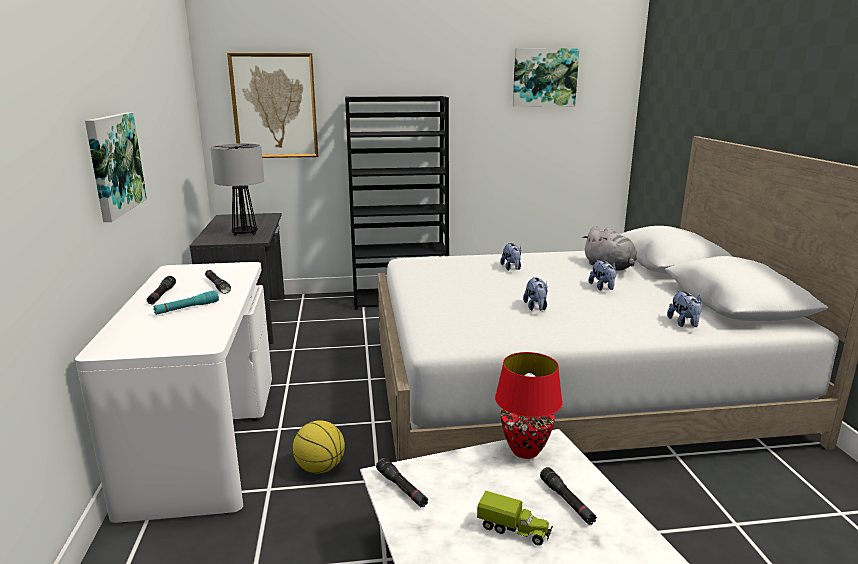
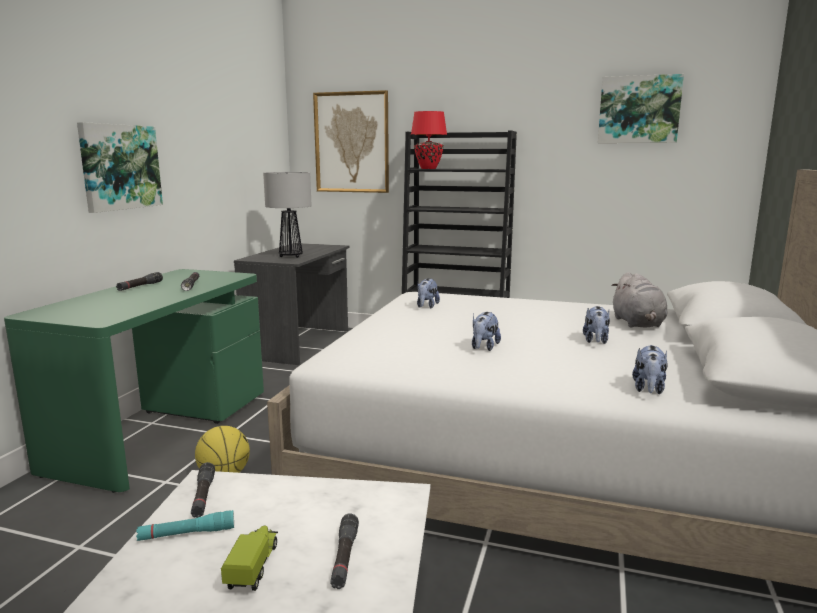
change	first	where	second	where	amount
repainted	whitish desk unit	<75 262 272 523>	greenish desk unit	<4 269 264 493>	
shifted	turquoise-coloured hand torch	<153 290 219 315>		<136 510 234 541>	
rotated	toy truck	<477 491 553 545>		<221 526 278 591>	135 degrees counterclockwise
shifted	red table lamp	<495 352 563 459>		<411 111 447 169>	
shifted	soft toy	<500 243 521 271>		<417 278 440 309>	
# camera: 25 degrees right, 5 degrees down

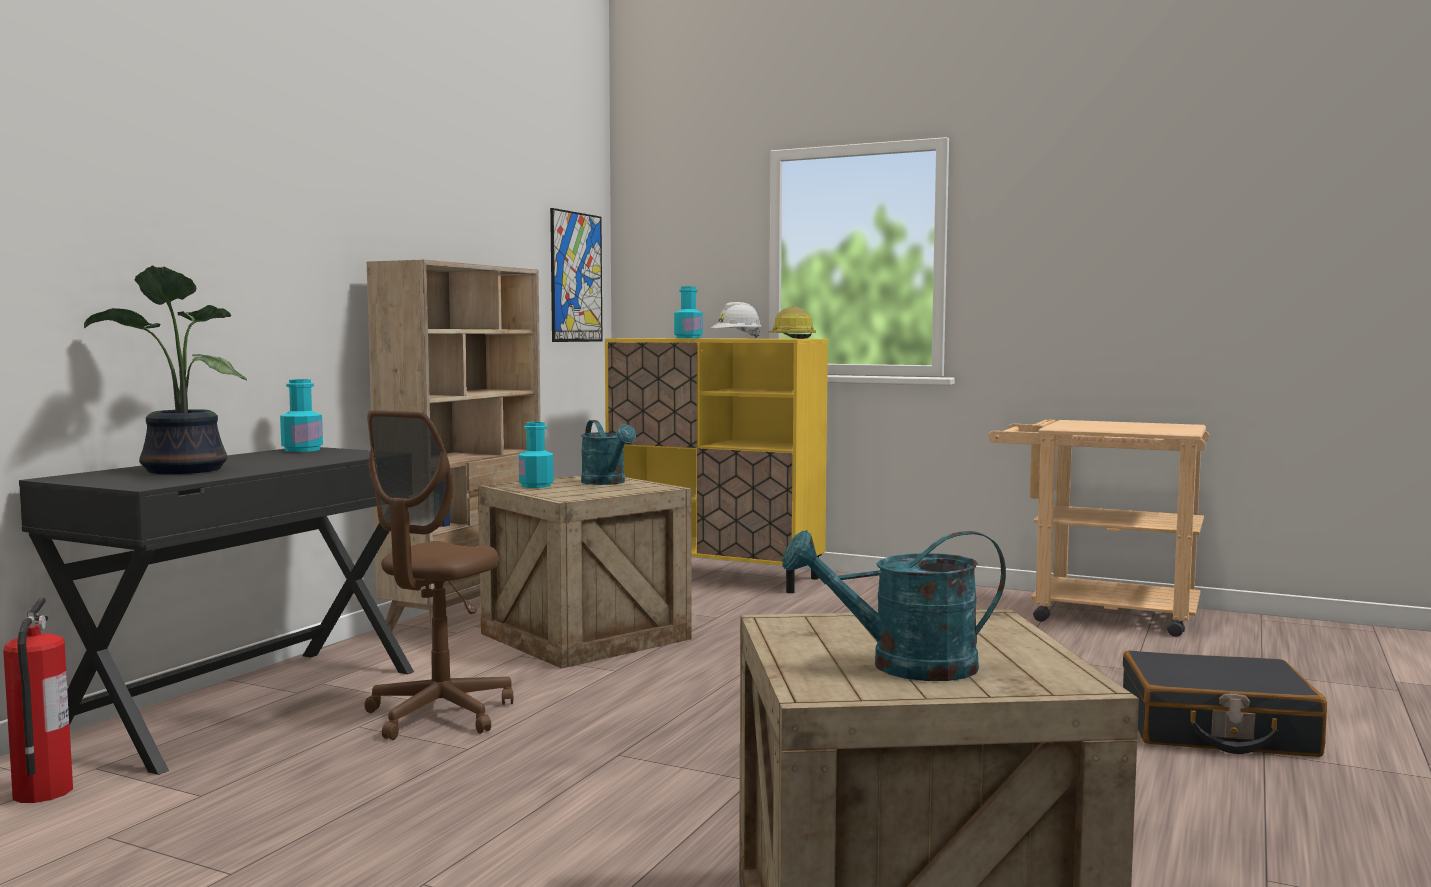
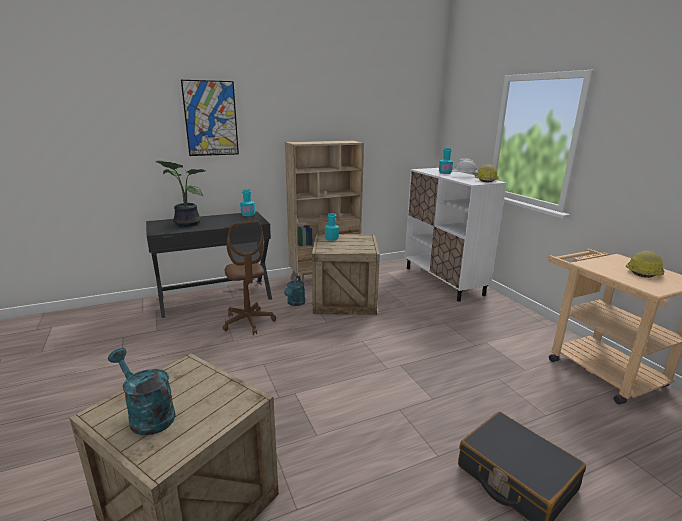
change	first	where	second	where	amount
shifted	wall picture	<550 208 602 342>		<181 80 239 156>	
rotated	brownish desk chair	<365 410 513 740>		<223 221 276 335>	90 degrees counterclockwise
shifted	turquoise-coloured sprinkling can	<581 420 636 485>		<284 276 305 306>	
repainted	yellowish cabinet	<605 338 828 593>	whitish cabinet	<405 168 507 302>	
new			safety helmet	<626 250 665 278>	
gone	extinguisher	<3 597 73 803>			
# camera: 40 degrees right, 15 degrees up

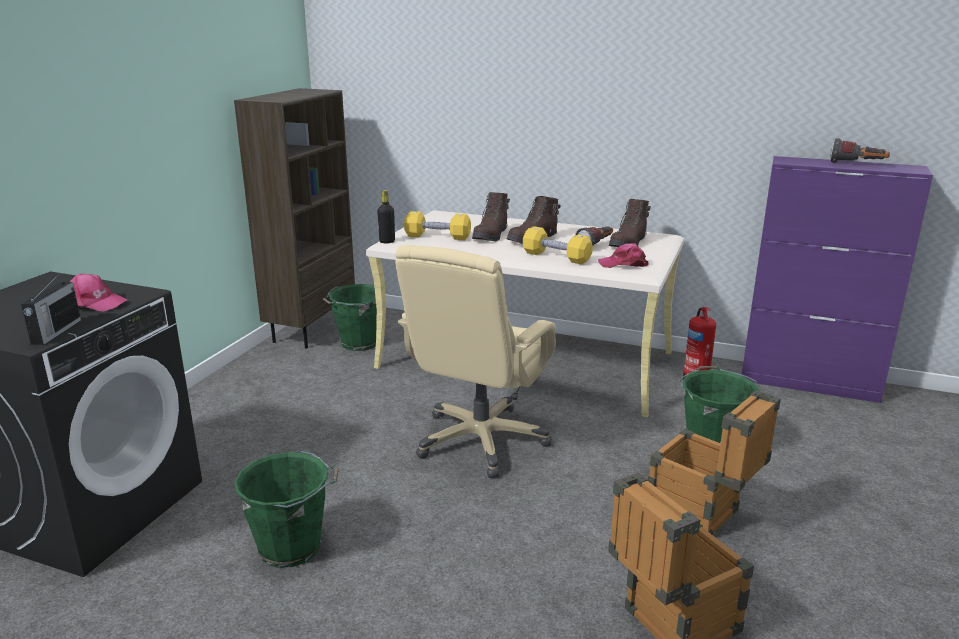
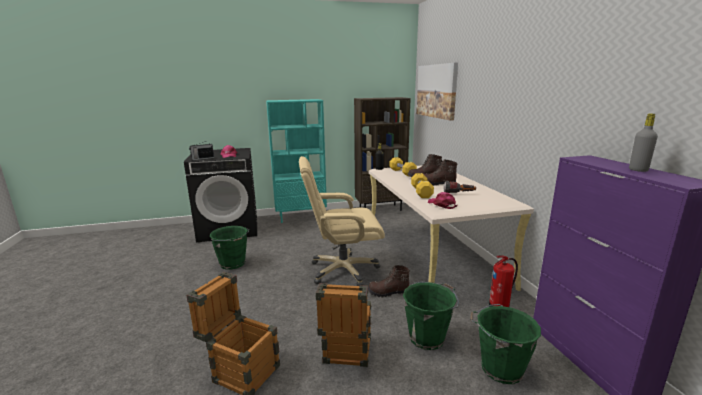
change	first	where	second	where	amount
new			turquoise-coloured shelving unit	<266 99 327 223>	
shifted	brownish high-top boot	<608 199 651 247>		<368 265 410 298>	
new			wall picture	<417 63 458 121>	
shifted	greenish water bucket	<323 284 377 351>		<470 304 541 384>	
swapped	hand torch	<830 138 890 163>	greyish drink bottle	<629 114 658 172>	
# camera: 55 degrees right, 5 degrees down

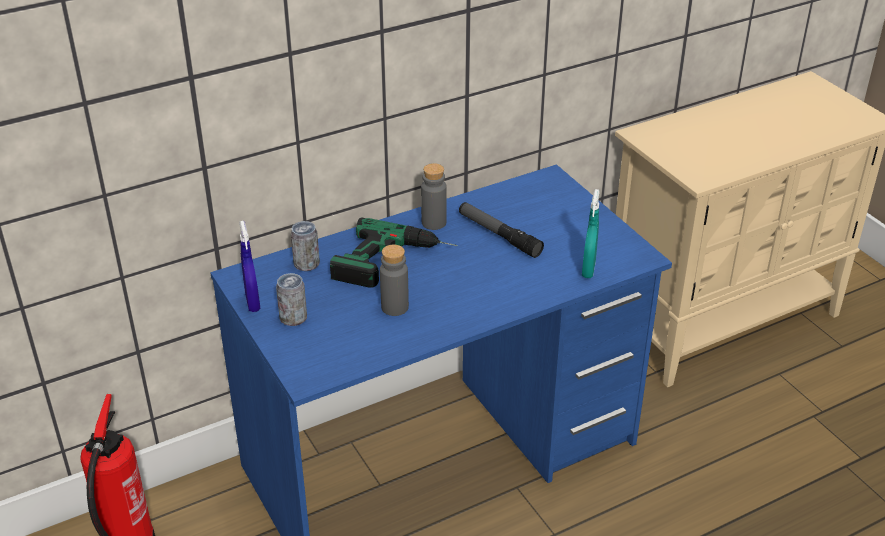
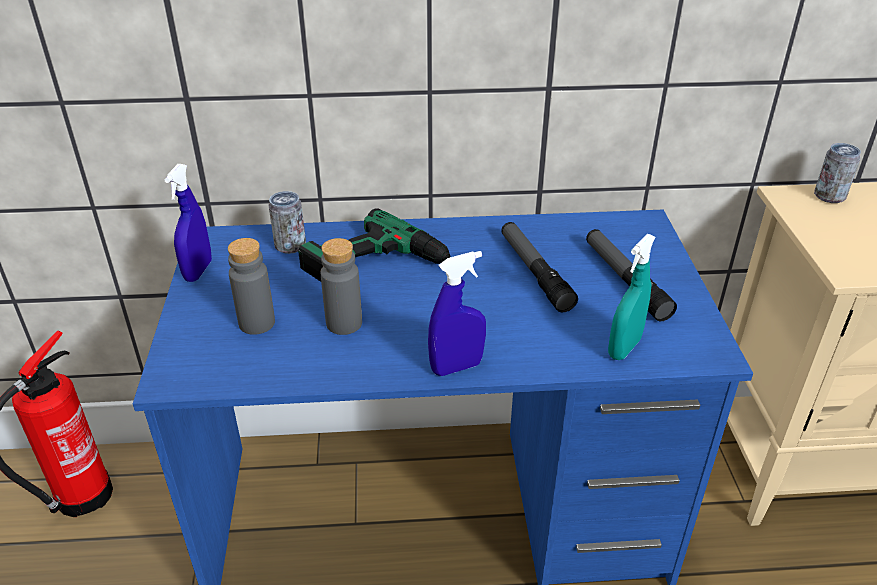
change	first	where	second	where	amount
shifted	greyish drink bottle	<421 163 447 230>		<228 238 275 335>	
new			blue sprayer	<428 251 486 376>	
new			hand torch	<586 229 677 322>	
shifted	sealed can	<276 273 307 326>		<814 143 861 203>	
# camera: 25 degrees right, 0 degrees up

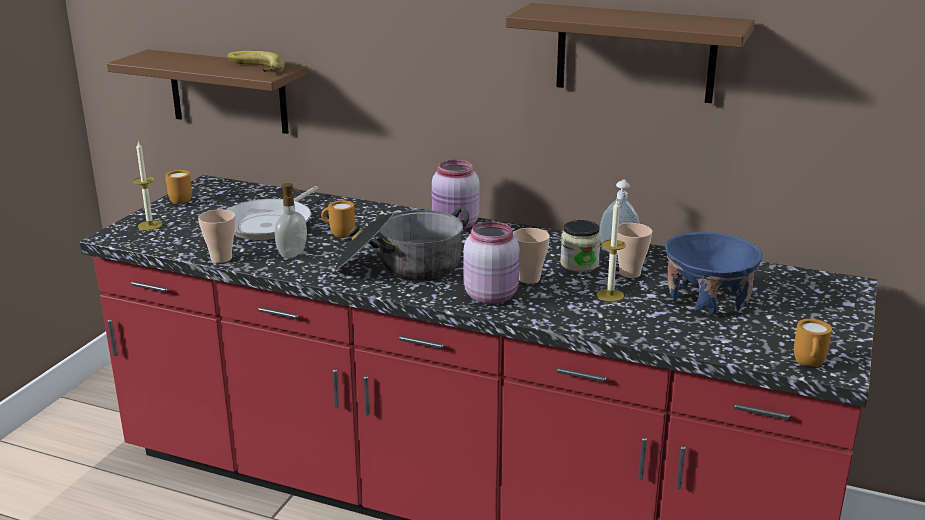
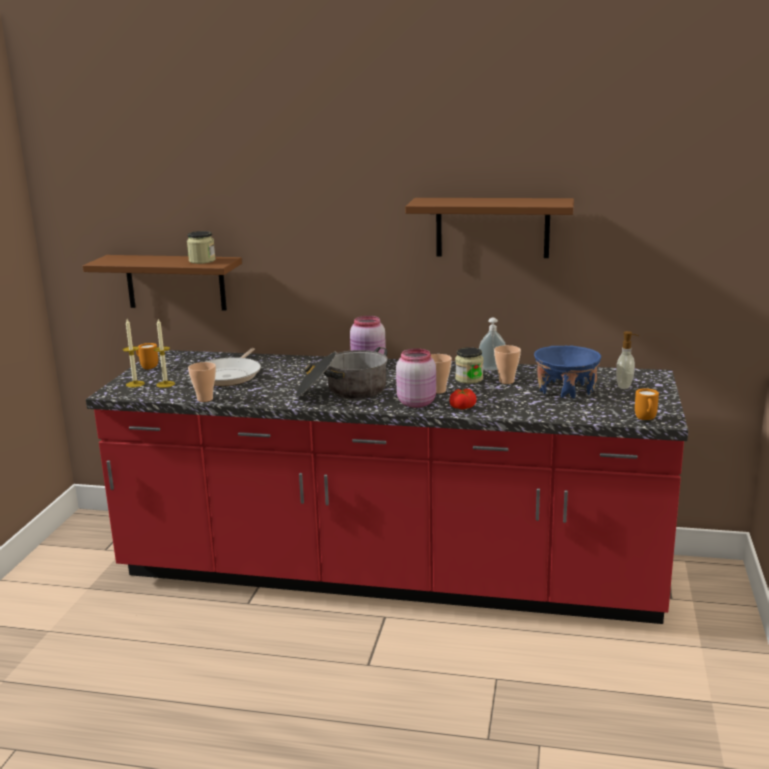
change	first	where	second	where	amount
shifted	candle	<597 201 626 302>		<154 319 175 388>	
swapped	banana	<227 51 285 72>	preserve jar	<187 231 216 264>	
new			fresh tomato	<450 389 477 410>	
shifted	liquid soap bottle	<275 183 307 258>		<616 331 639 389>	
gone	orange-coloured coffee mug	<321 201 355 238>			
# camera: 10 degrees left, 5 degrees down

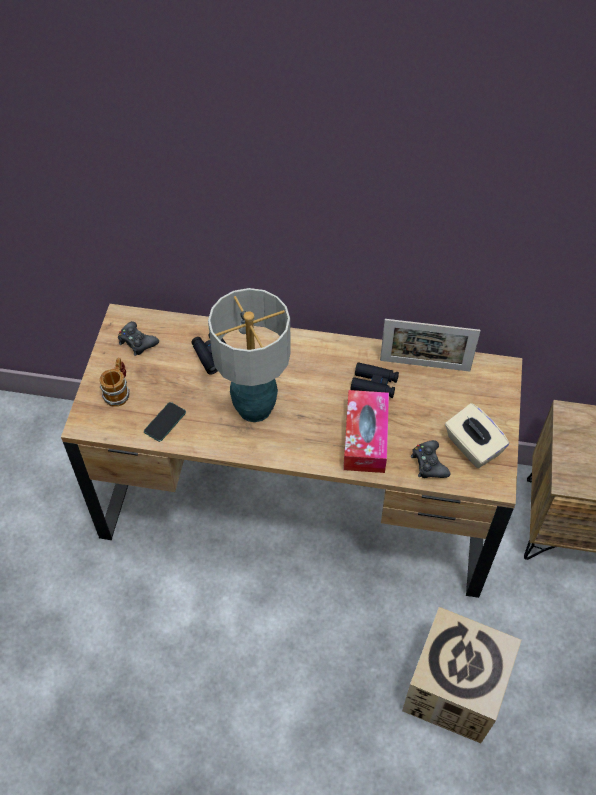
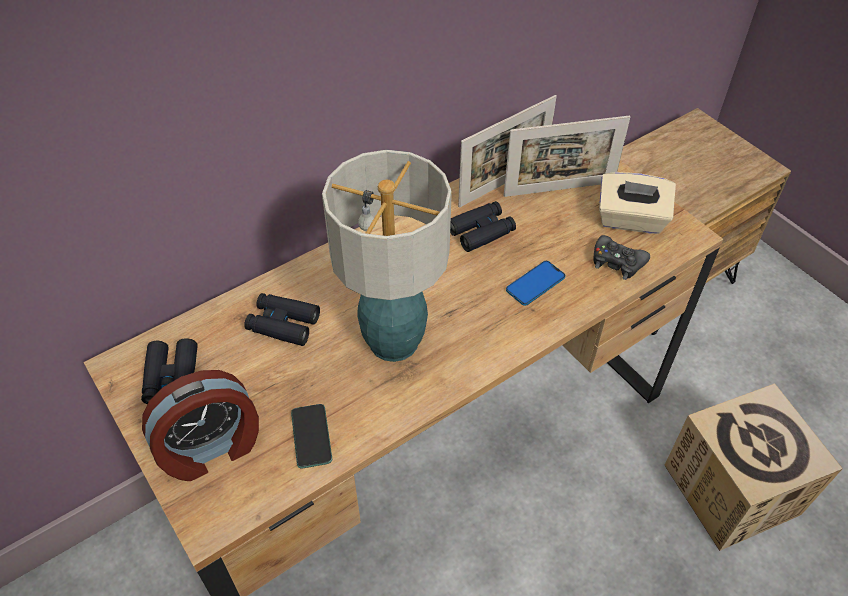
change	first	where	second	where	amount
swapped	blackish gamepad	<118 321 159 356>	blackish pair of binoculars	<141 338 198 404>	
swapped	coffee mug	<100 358 130 407>	table clock	<142 370 259 481>	
new			picture frame	<504 115 630 197>	
swapped	tissue holder	<343 390 389 473>	phone	<506 261 565 306>	
# camera: 45 degrees left, 5 degrees down

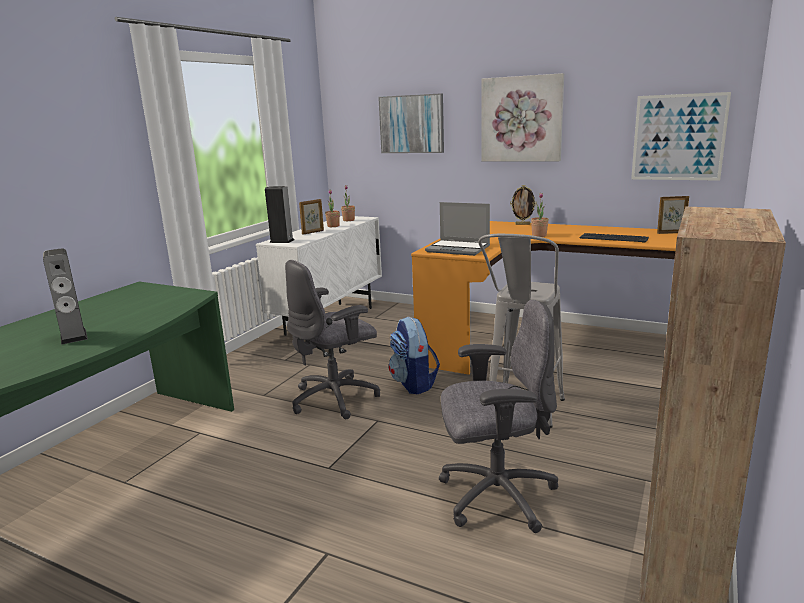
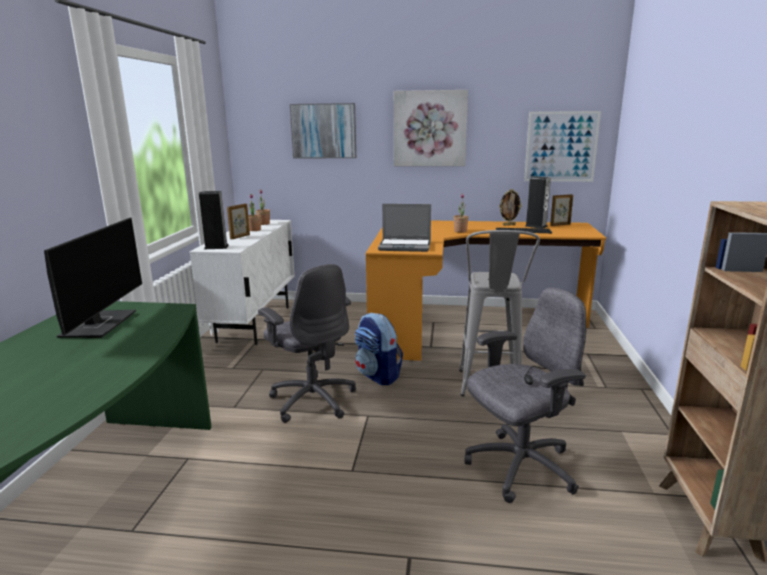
change	first	where	second	where	amount
new			computer display	<44 217 142 338>	
rotated	greyish desk chair	<285 260 380 419>		<258 264 356 423>	75 degrees counterclockwise
shifted	picture frame	<510 185 537 225>		<499 189 522 226>	
shifted	audio speaker	<43 248 88 345>		<525 176 551 229>	
# camera: 20 degrees left, 0 degrees up

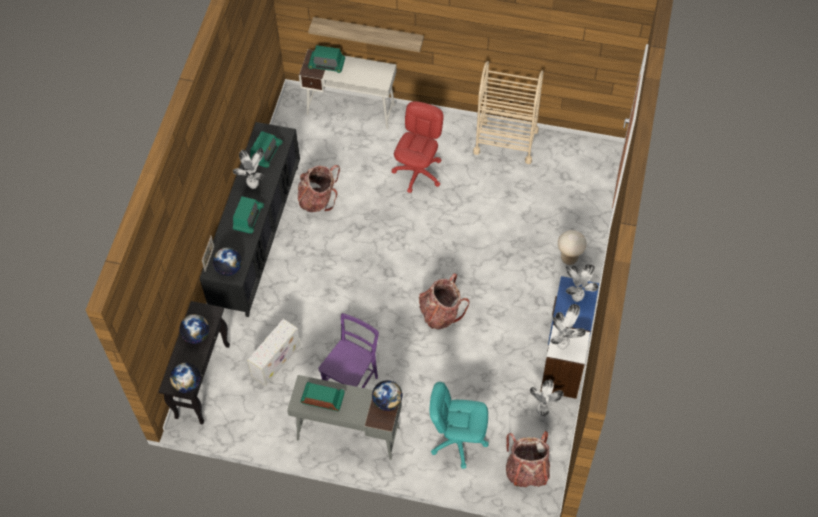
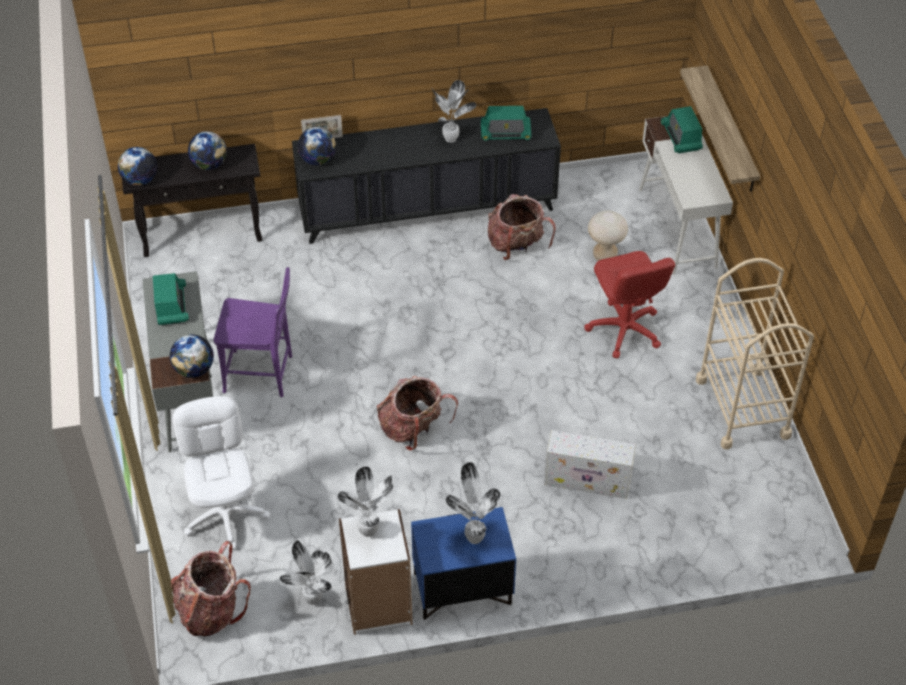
change	first	where	second	where	amount
repainted	turquoise-coloured desk chair	<430 382 489 469>	whitish desk chair	<173 396 270 550>	
shifted	whitish storage container	<247 319 301 386>		<544 430 636 499>	
rotated	red desk chair	<392 101 444 193>		<584 251 675 359>	75 degrees clockwise
shifted	beige stool	<558 230 587 265>		<588 210 628 261>	
gone	radio	<233 196 264 234>			
# camera: 65 degrees right, 10 degrees down

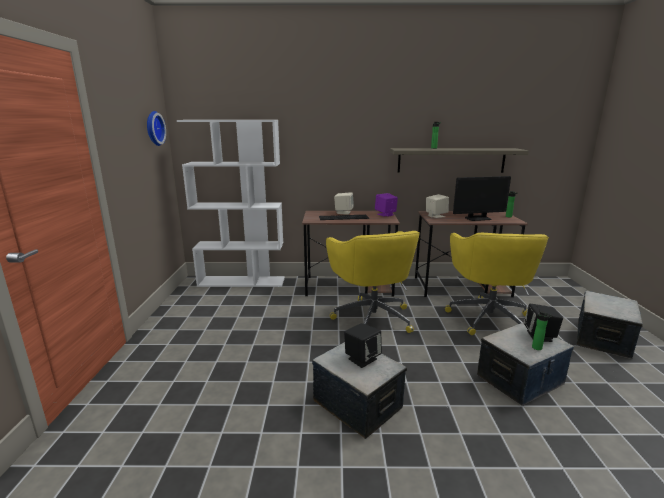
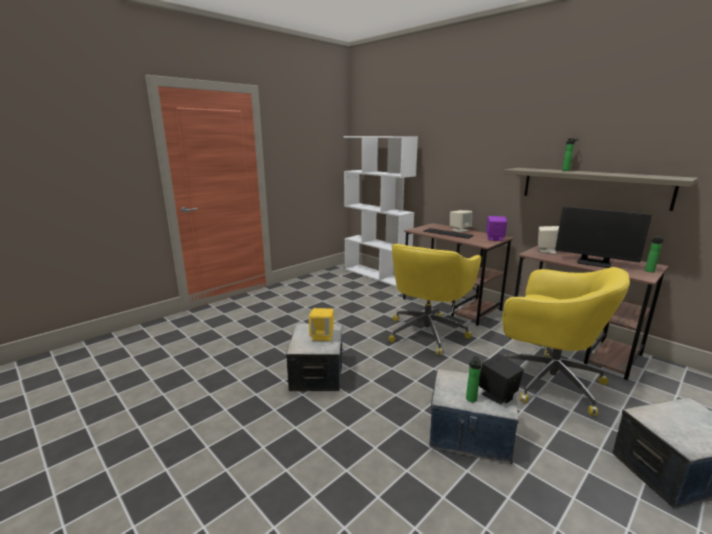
change	first	where	second	where	amount
repainted	blackish audio speaker	<344 323 382 368>	yellowish audio speaker	<309 308 334 341>	
rotated	yellowish desk chair	<445 233 549 335>		<502 267 630 416>	105 degrees counterclockwise
gone	hanging clock	<147 111 166 146>			
# camera: 45 degrees right, 0 degrees up

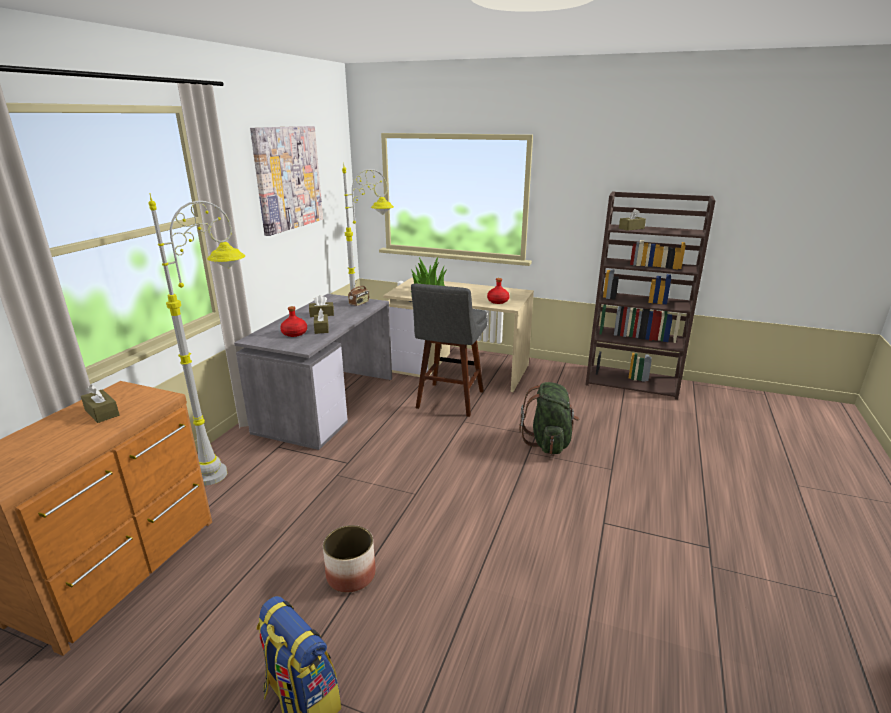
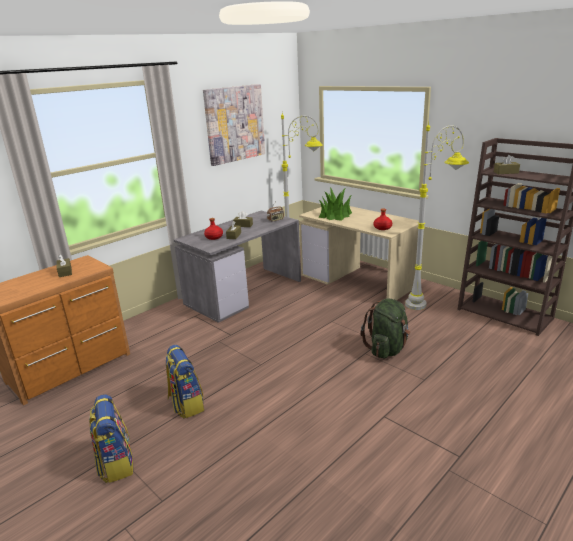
change	first	where	second	where	amount
swapped	plant pot	<323 525 376 593>	knapsack	<165 345 204 418>	
shifted	greyish standard lamp	<148 193 245 486>		<405 121 469 310>	
gone	greyish stool	<411 284 488 417>			
# camera: 25 degrees right, 0 degrees up

